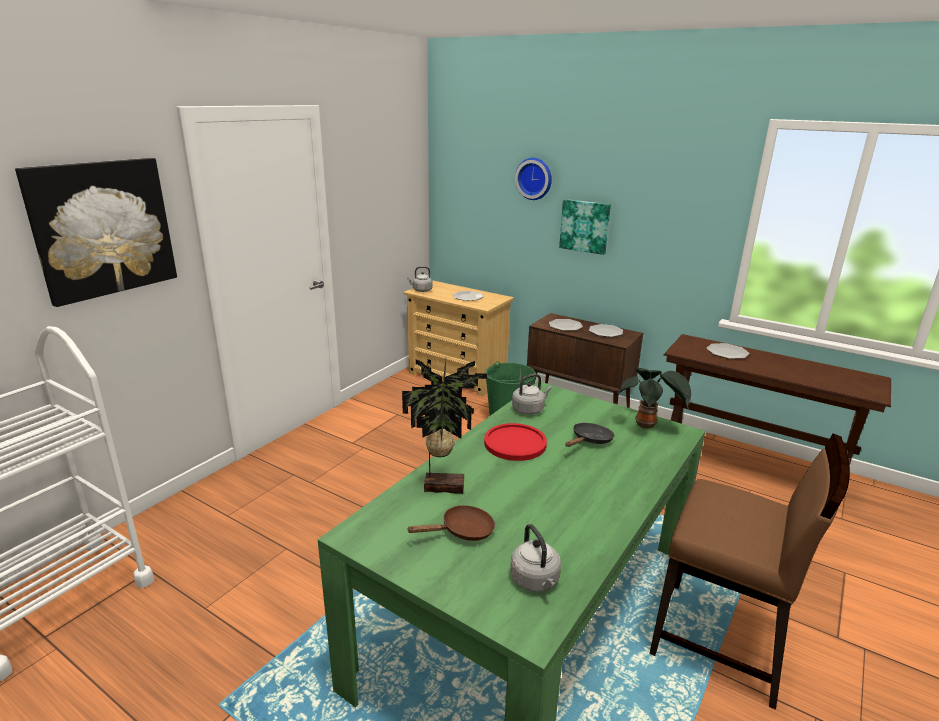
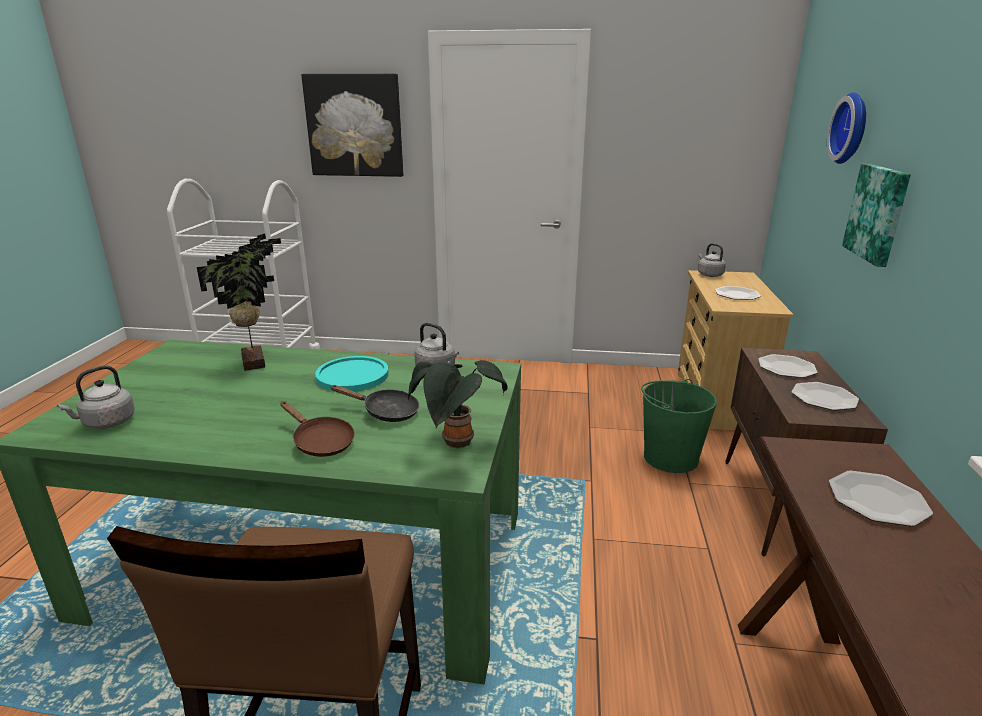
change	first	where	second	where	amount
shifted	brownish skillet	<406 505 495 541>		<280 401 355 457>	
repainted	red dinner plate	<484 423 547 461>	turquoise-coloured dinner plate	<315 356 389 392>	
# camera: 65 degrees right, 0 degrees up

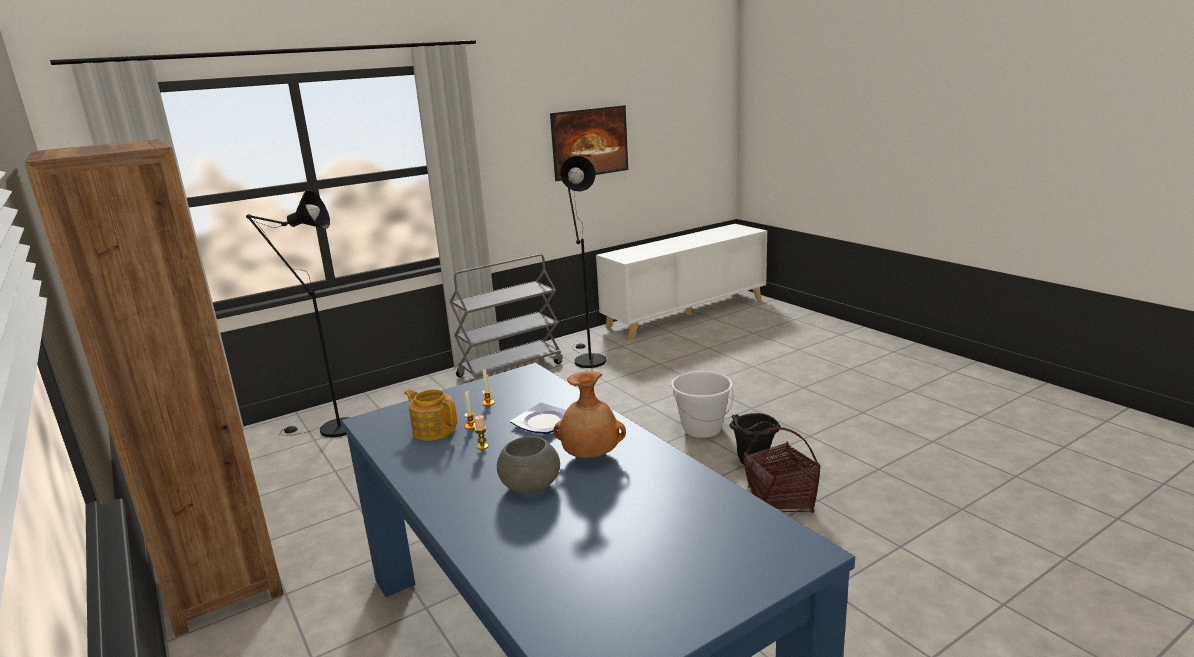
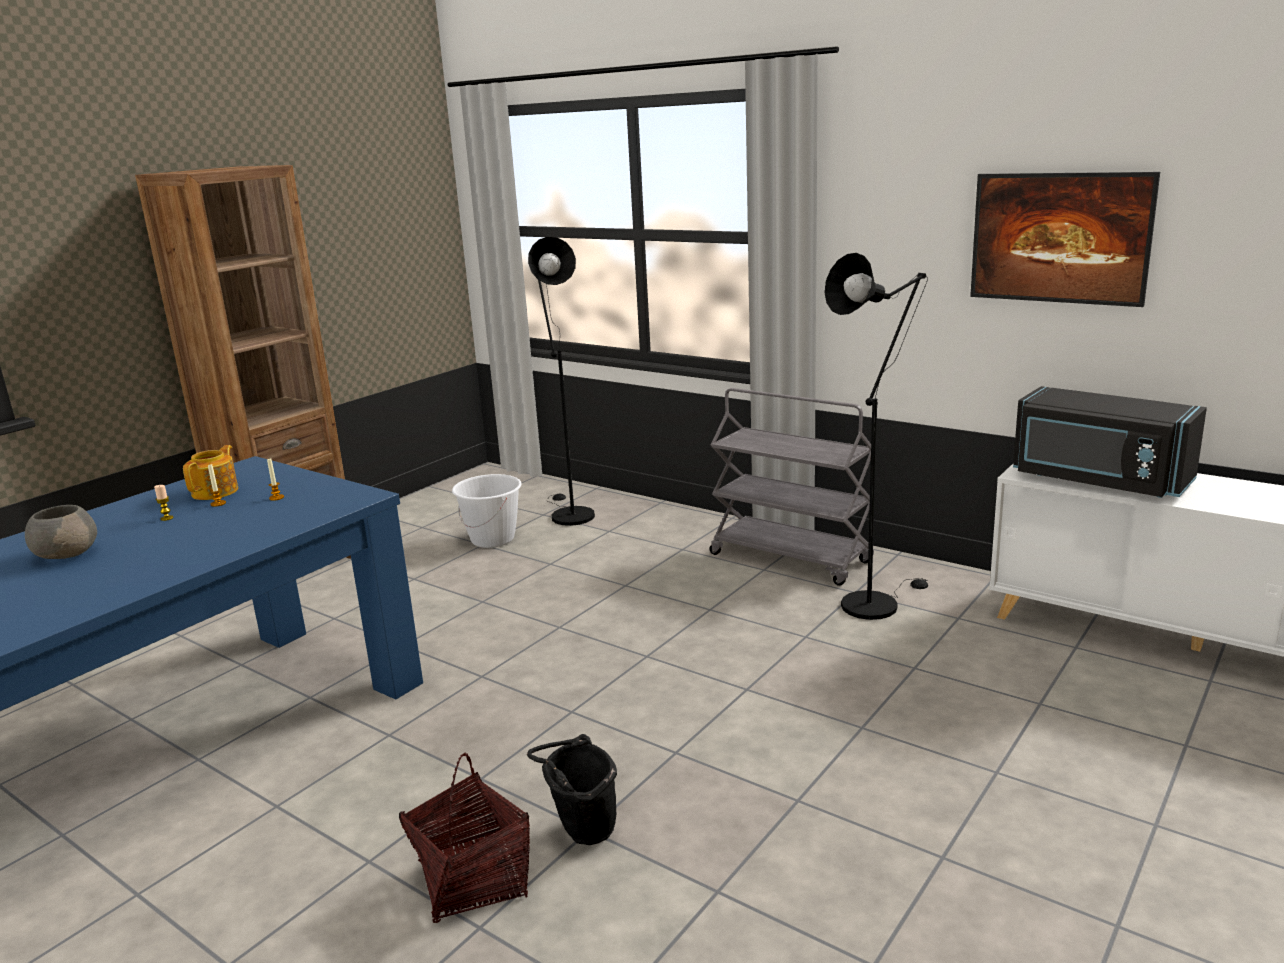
change	first	where	second	where	amount
shifted	whitish water bucket	<671 371 733 438>		<452 474 522 548>	
new			blackish kitchen microwave	<1013 386 1207 498>	
gone	dinner plate	<510 403 566 434>			
gone	brownish decorative vase	<553 371 626 458>			
# camera: 70 degrees right, 0 degrees up

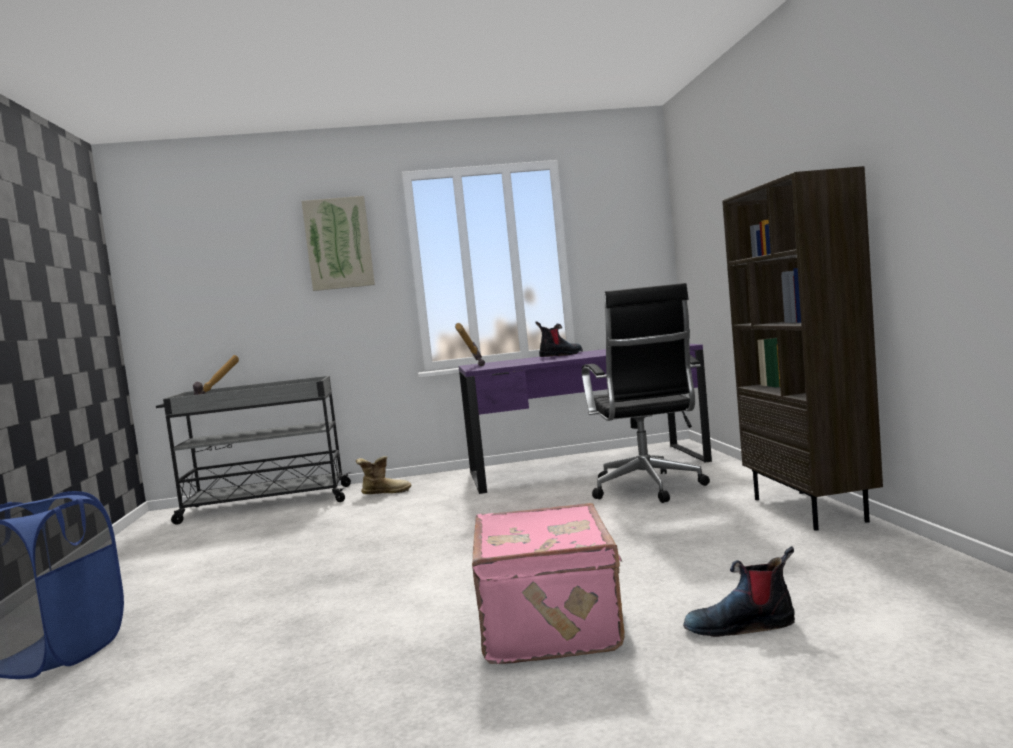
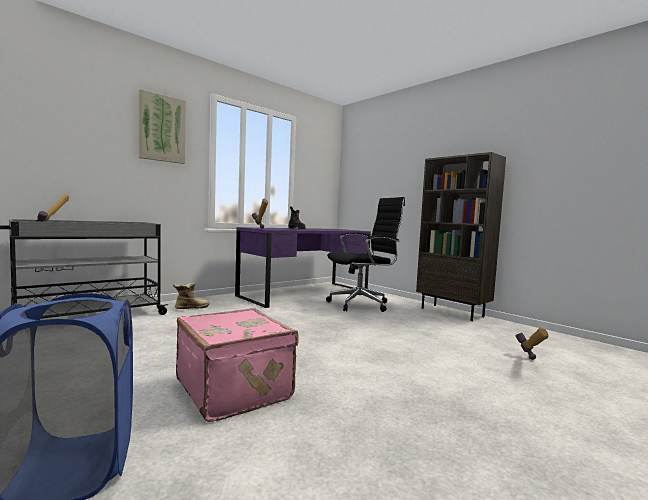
change	first	where	second	where	amount
shifted	pinkish suitcase	<472 503 625 664>		<176 308 299 422>	
rotated	blackish desk chair	<582 283 710 503>		<326 197 405 312>	75 degrees counterclockwise
swapped	high-top boot	<683 546 795 637>	hammer	<516 327 548 360>	
# camera: 35 degrees left, 0 degrees up

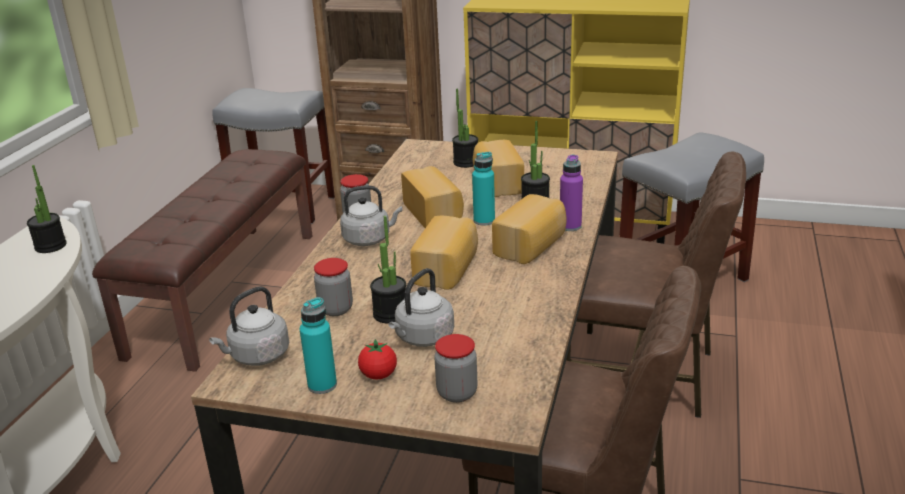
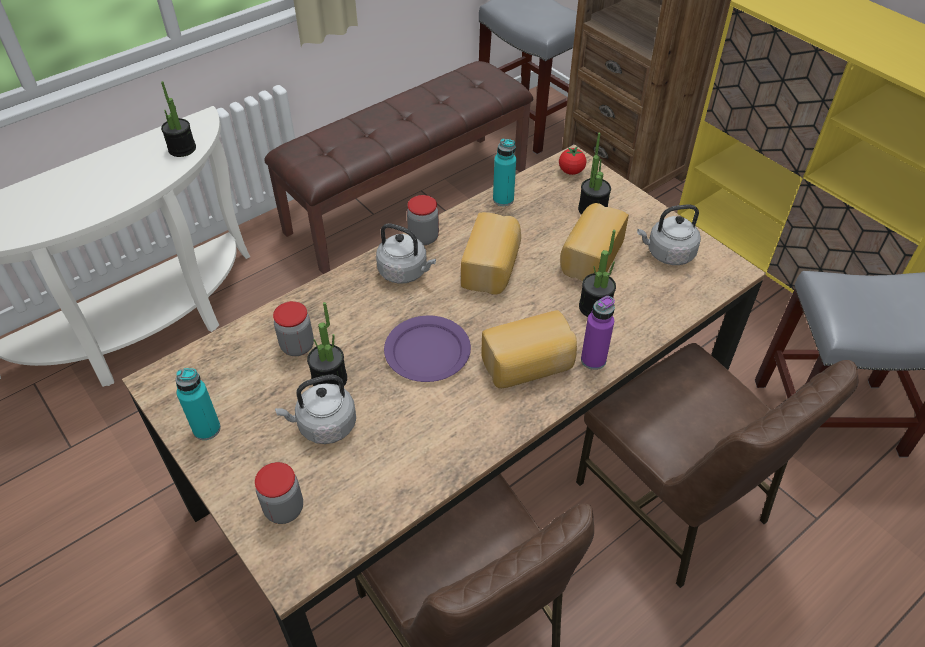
change	first	where	second	where	amount
swapped	baked bread	<410 216 478 290>	purplish dinner plate	<384 315 471 382>	
shifted	turquoise-coloured drink bottle	<472 152 495 226>		<493 138 516 206>	
shifted	fresh tomato	<358 339 397 379>		<559 147 586 175>	
shifted	greyish tea kettle	<209 286 289 366>		<637 205 701 265>	
# camera: 35 degrees right, 20 degrees up

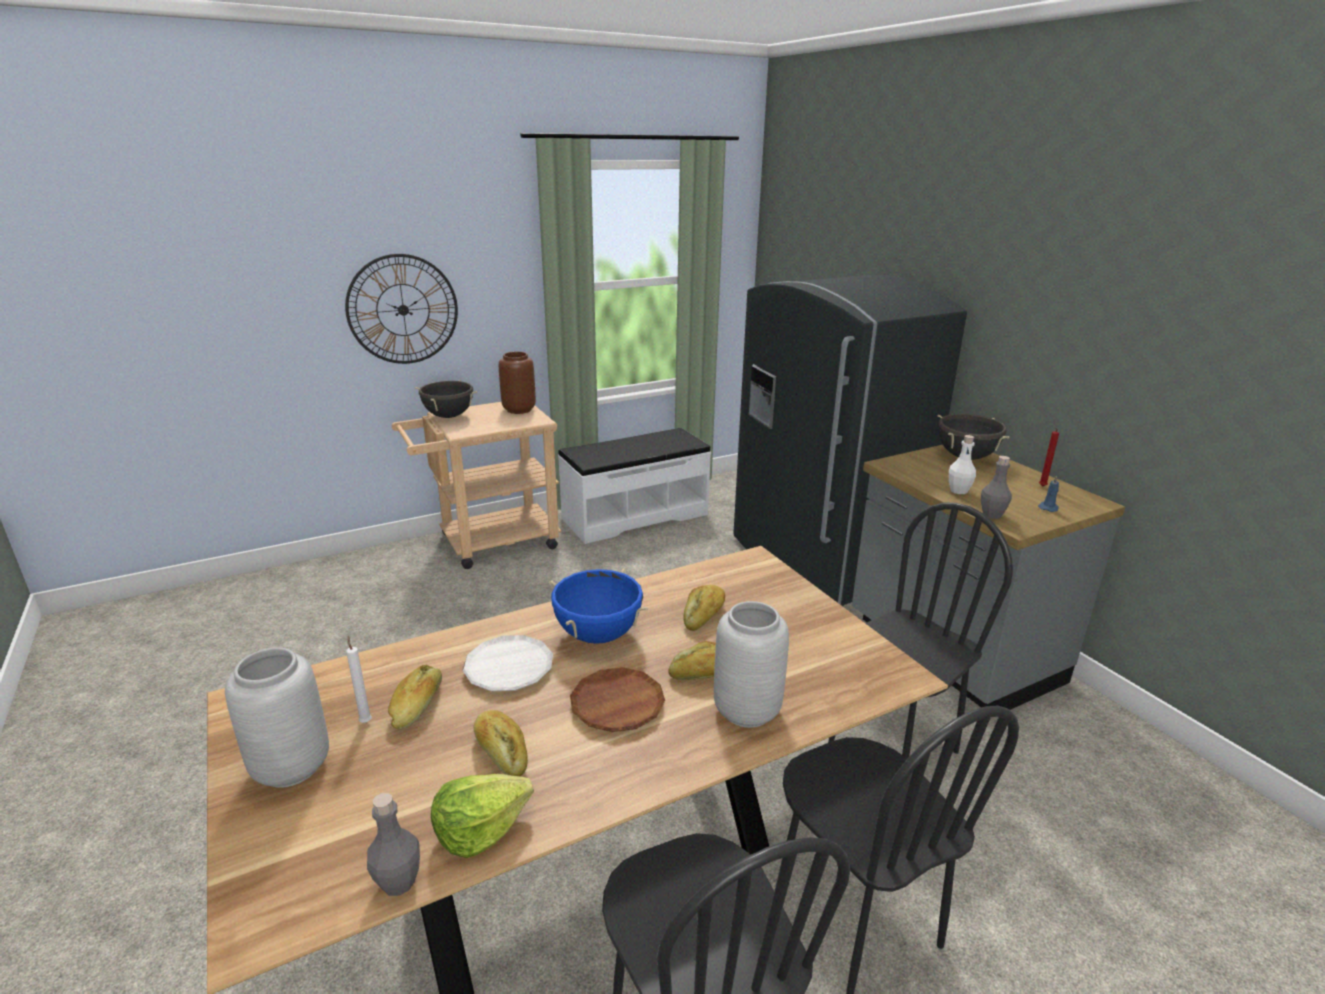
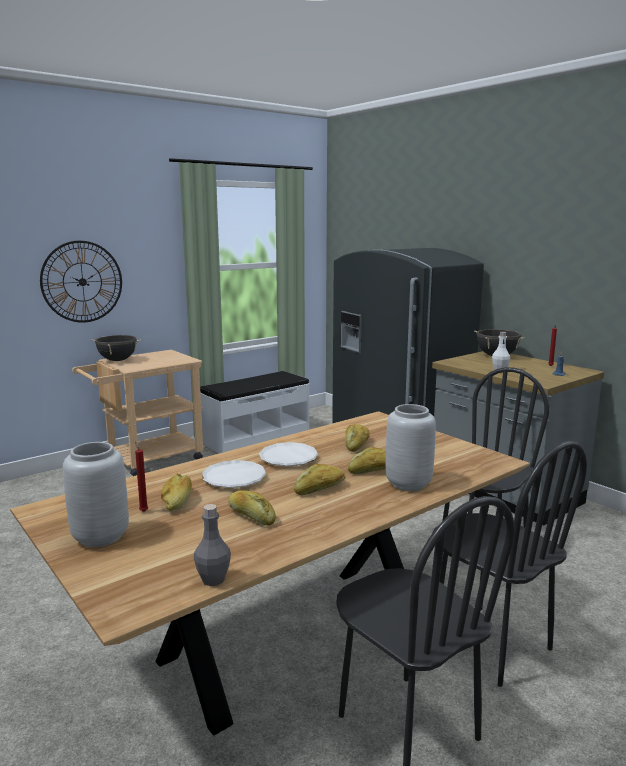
change	first	where	second	where	amount
repainted	whitish candle	<346 635 372 723>	red candle	<135 442 148 512>	
swapped	blue saucepot	<549 568 649 644>	whitish dinner plate	<259 442 318 467>	
swapped	brownish dinner plate	<570 667 665 732>	baked bread	<294 464 345 495>	
gone	lettuce head	<431 774 534 858>			
gone	brownish decorative vase	<499 352 536 414>			
gone	greyish drink bottle	<981 456 1012 519>			
# camera: 10 degrees left, 10 degrees down

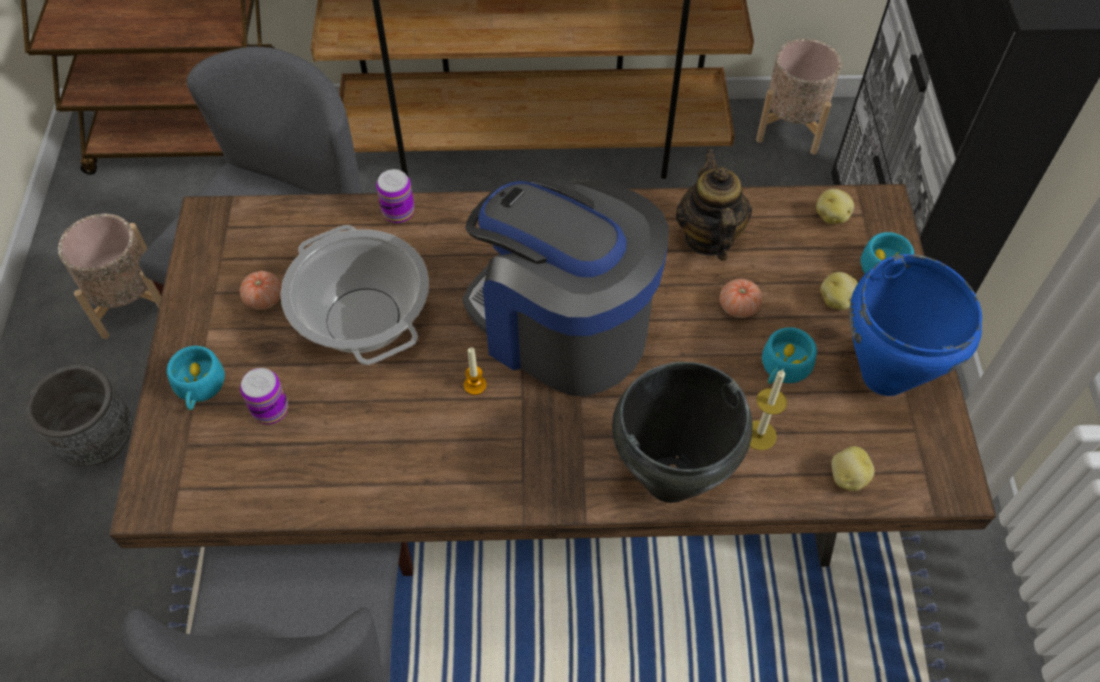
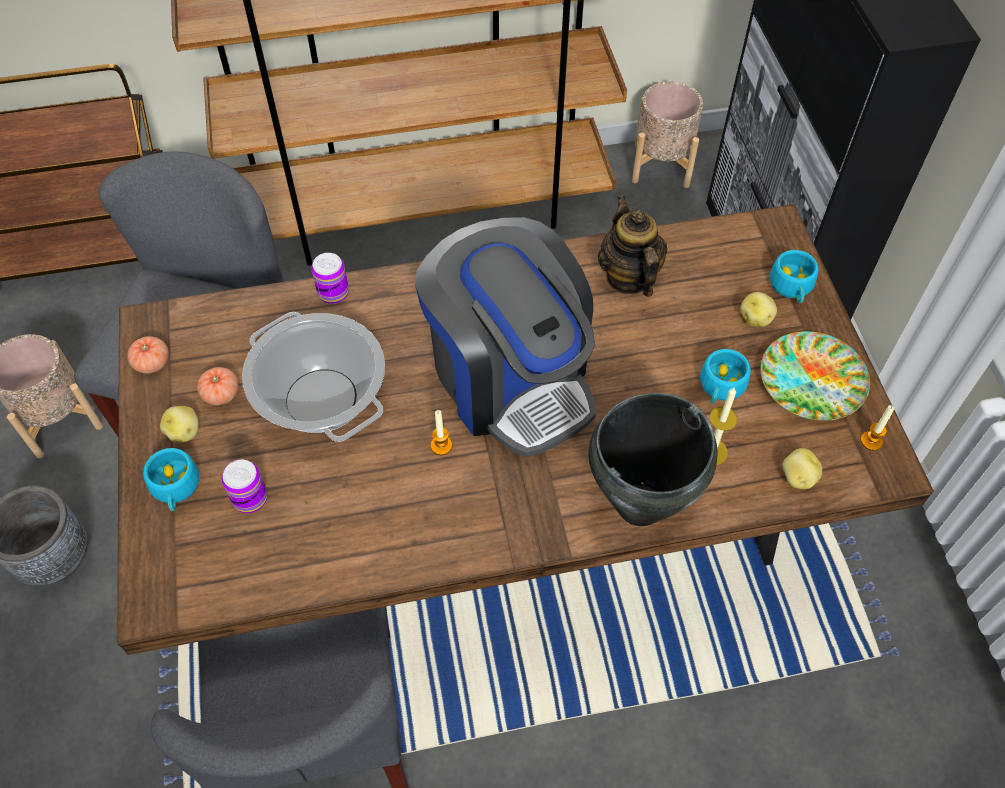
change	first	where	second	where	amount
shifted	fresh tomato	<720 279 762 318>		<127 336 169 374>	
shifted	potato	<816 189 854 224>		<160 406 199 443>	
rotated	coffee maker	<462 176 669 396>		<415 217 596 457>	150 degrees counterclockwise
swapped	blue saucepot	<849 254 982 396>	dinner plate	<761 331 870 421>	
new			candle	<861 405 894 450>	
# camera: 10 degrees left, 0 degrees up

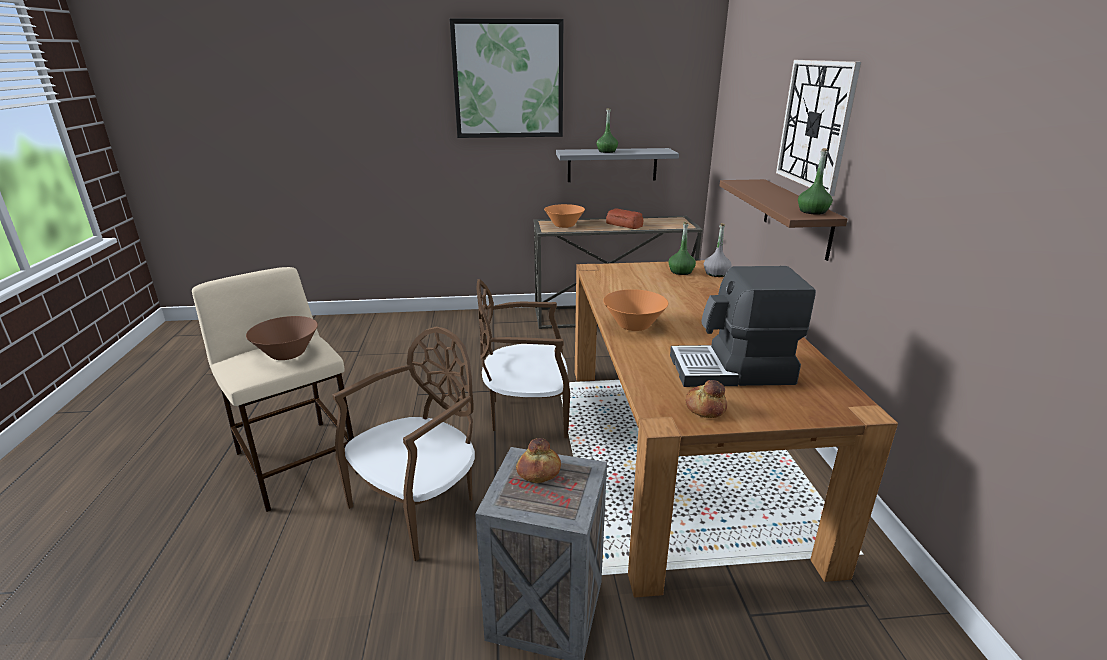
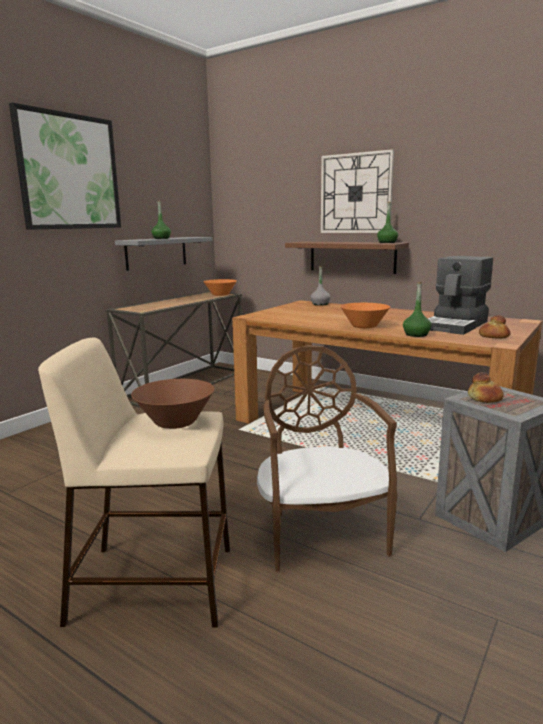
change	first	where	second	where	amount
shifted	orange-coloured serving bowl	<544 204 585 228>		<203 279 237 296>	
shifted	greenish drink bottle	<668 222 696 275>		<403 282 432 337>	
gone	brownish chair	<476 279 570 438>			
gone	baked bread	<606 208 643 229>			
# camera: 50 degrees left, 10 degrees down

